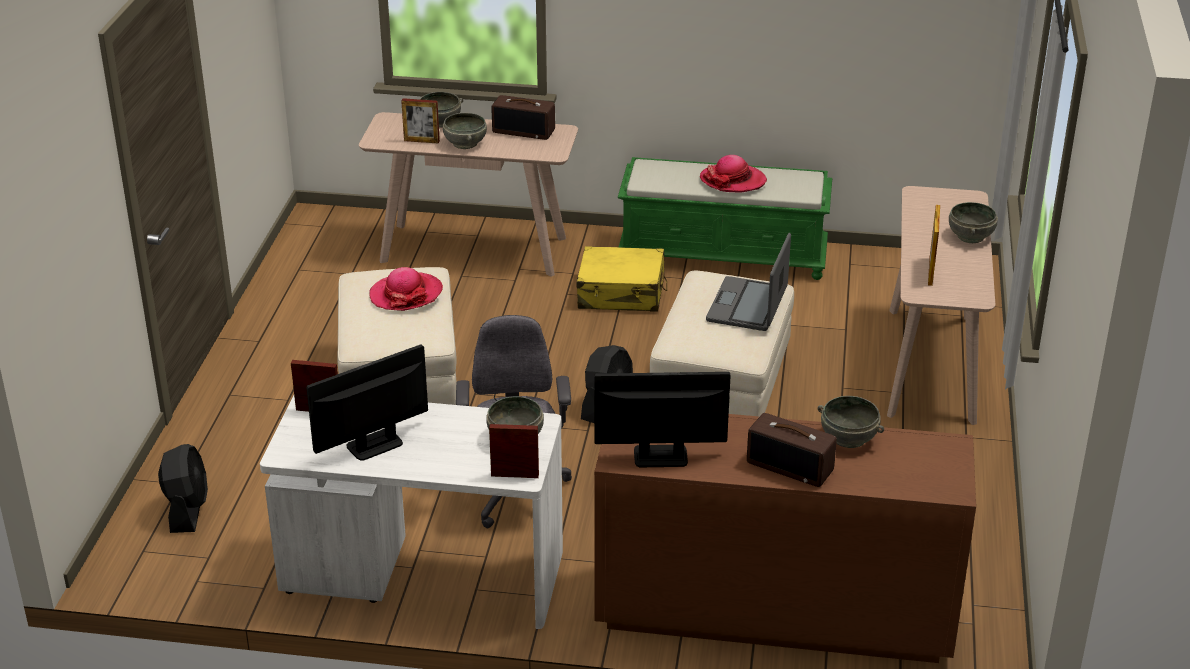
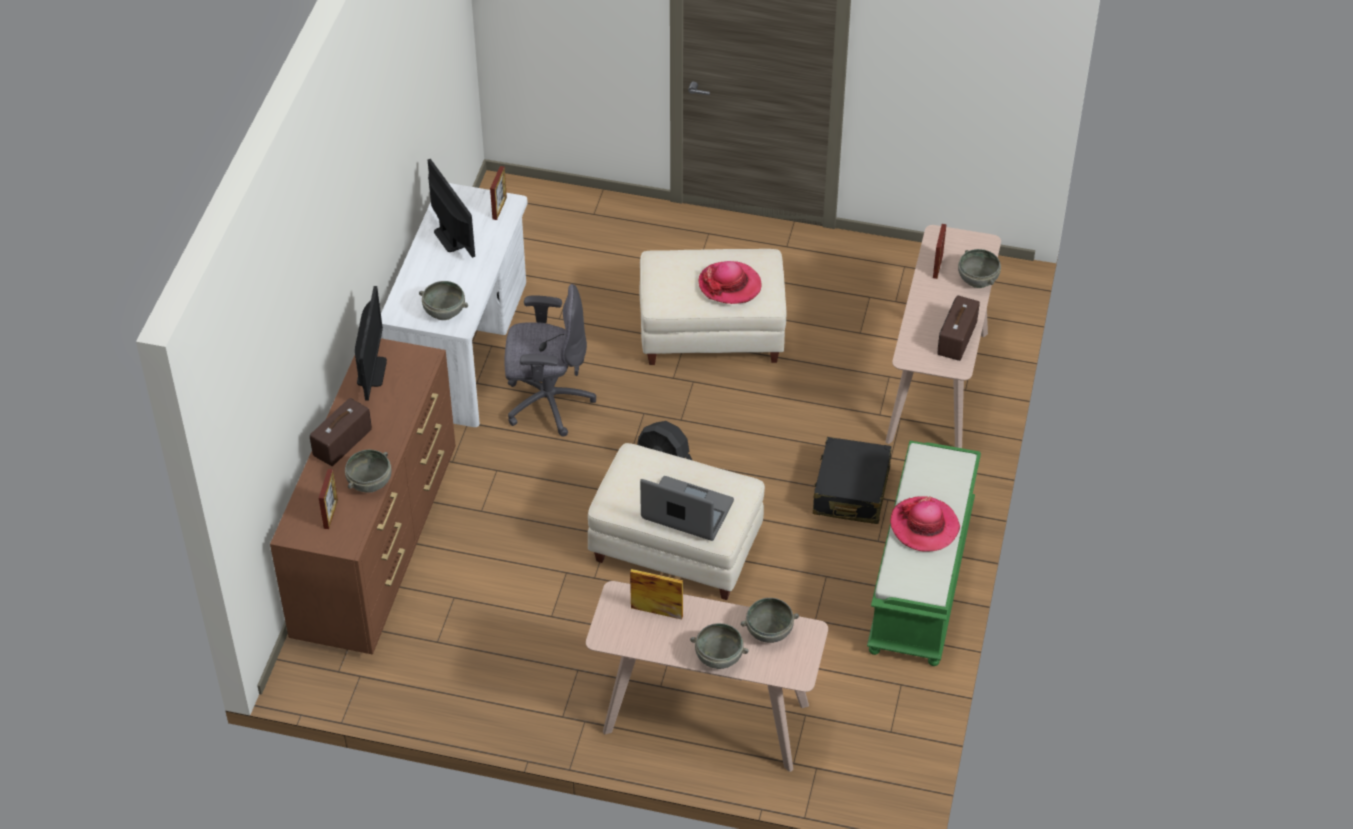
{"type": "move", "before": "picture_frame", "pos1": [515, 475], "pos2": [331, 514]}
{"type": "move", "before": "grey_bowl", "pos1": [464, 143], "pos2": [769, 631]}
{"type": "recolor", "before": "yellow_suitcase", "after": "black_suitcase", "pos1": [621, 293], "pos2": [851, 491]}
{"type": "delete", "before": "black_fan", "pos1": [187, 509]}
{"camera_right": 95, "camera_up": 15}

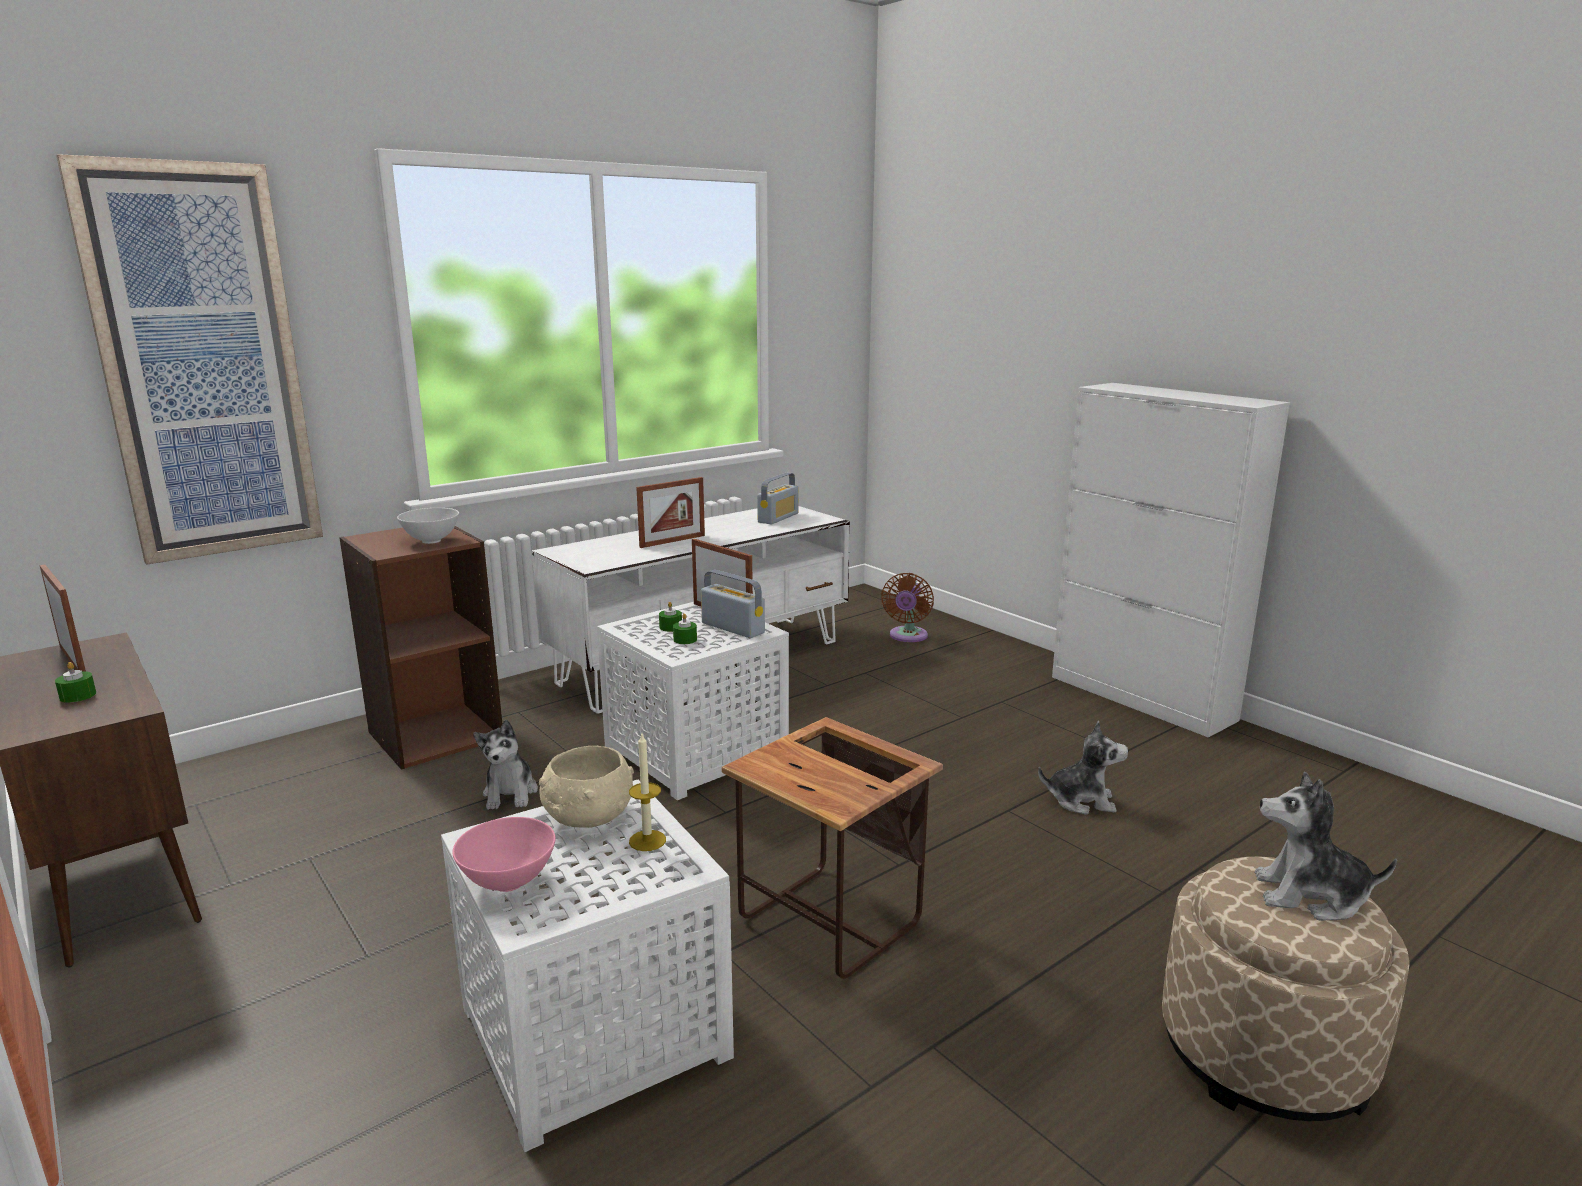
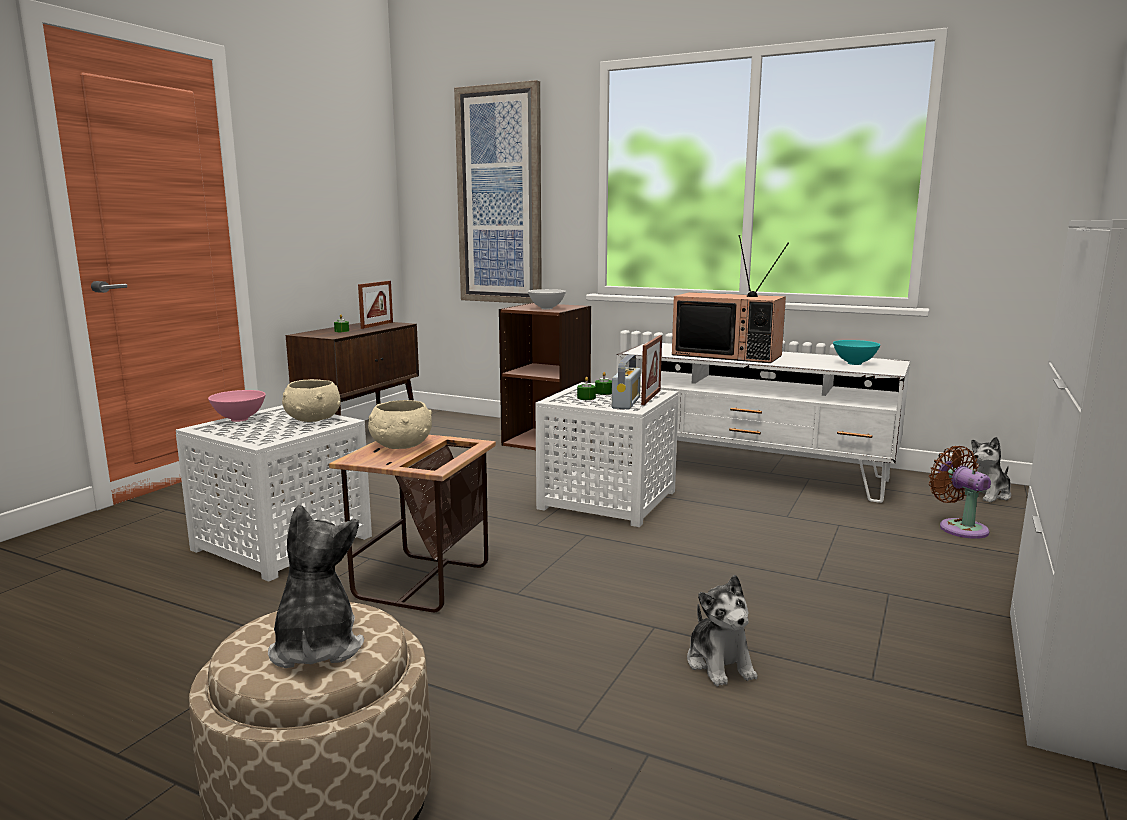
{"type": "insert", "after": "beige_bowl", "pos2": [400, 446]}
{"type": "replace", "before": "picture_frame", "after": "television", "pos1": [672, 541], "pos2": [728, 355]}
{"type": "replace", "before": "radio", "after": "turquoise_bowl", "pos1": [778, 518], "pos2": [855, 363]}
{"type": "rotate", "before": "brown_fan", "pos1": [907, 637], "pos2": [959, 527], "turn": 75}
{"type": "move", "before": "plush_toy", "pos1": [510, 793], "pos2": [988, 495]}
{"type": "delete", "before": "candle", "pos1": [647, 840]}
{"camera_right": 65, "camera_up": -5}

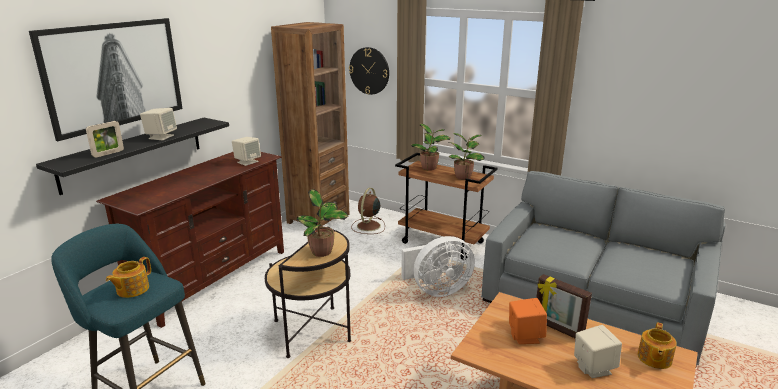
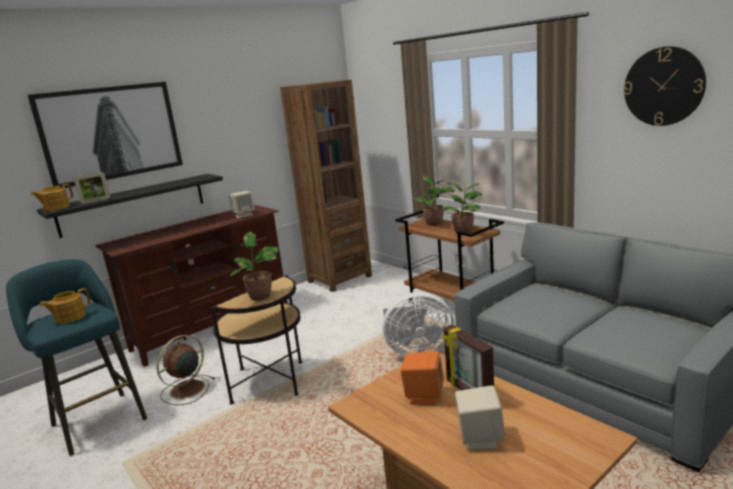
{"type": "move", "before": "teapot", "pos1": [654, 358], "pos2": [56, 208]}
{"type": "move", "before": "brown_fan", "pos1": [368, 226], "pos2": [186, 390]}
{"type": "move", "before": "wall_clock", "pos1": [369, 71], "pos2": [663, 86]}
{"type": "delete", "before": "beige_speaker", "pos1": [161, 137]}
{"camera_right": 20, "camera_up": -5}

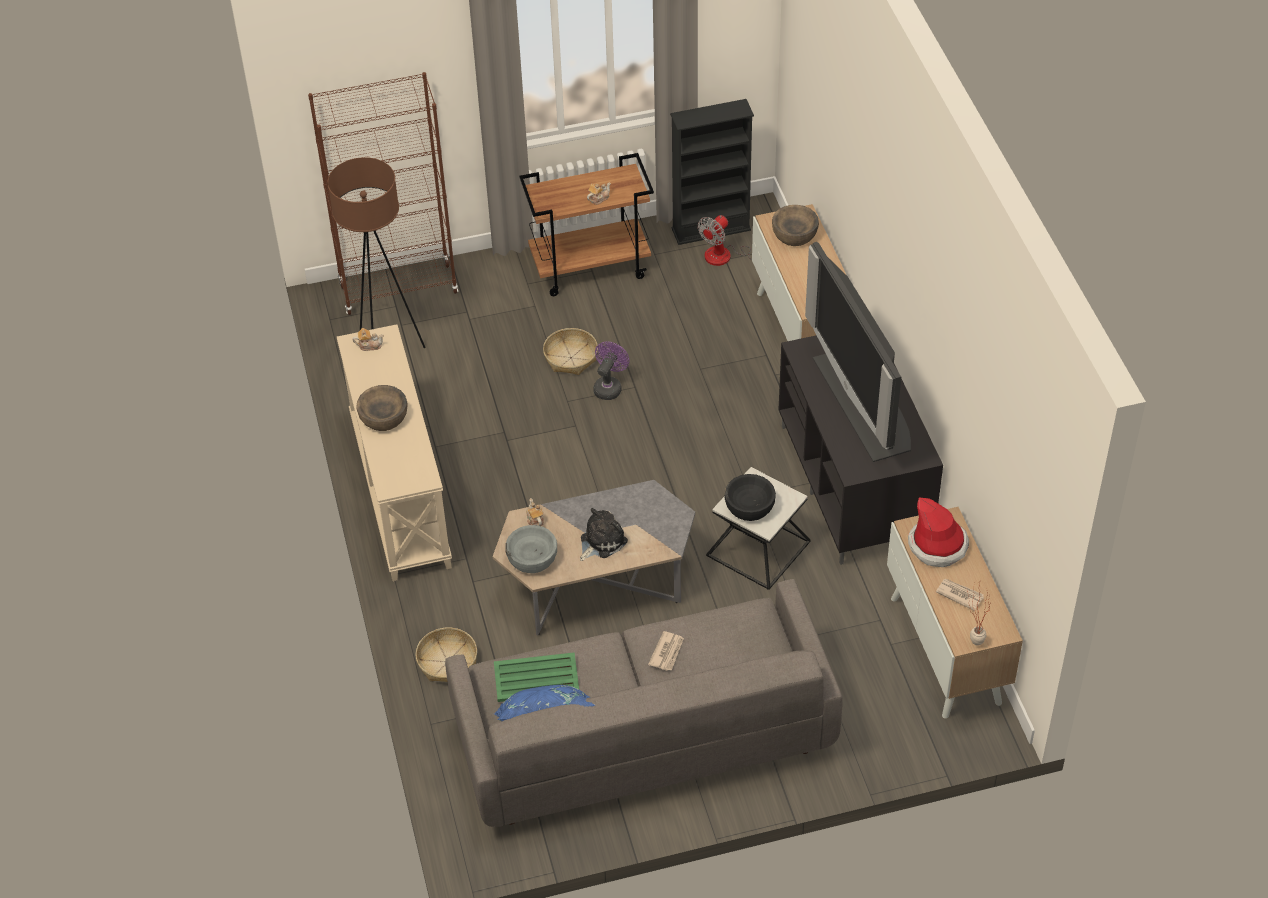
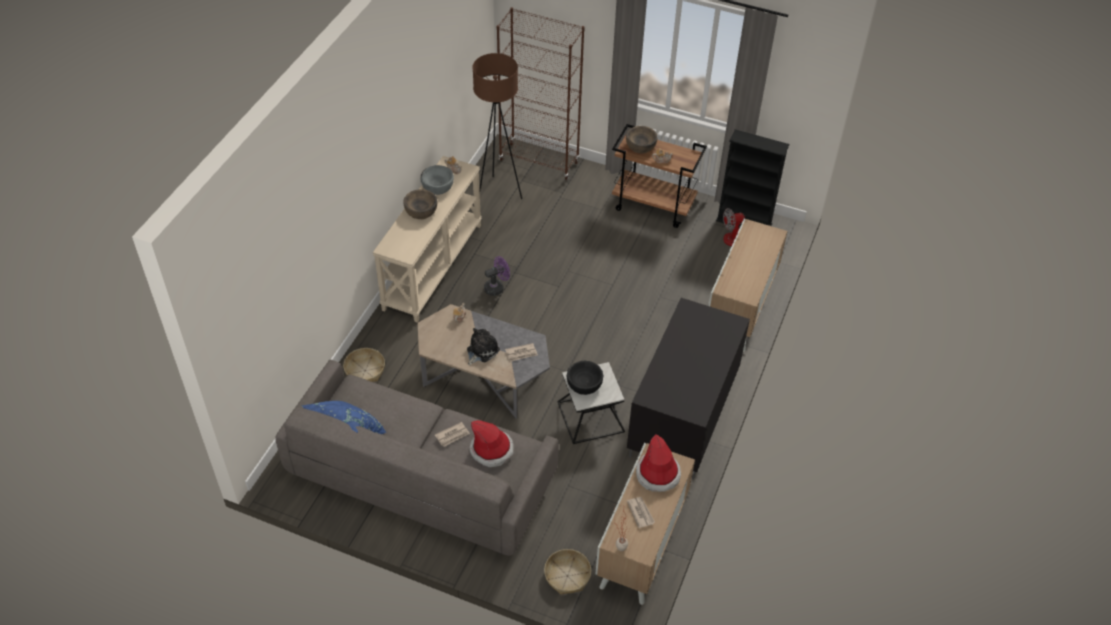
{"type": "move", "before": "grey_bowl", "pos1": [532, 558], "pos2": [437, 186]}
{"type": "rotate", "before": "plush_toy", "pos1": [601, 541], "pos2": [481, 351], "turn": -45}
{"type": "insert", "after": "hat", "pos2": [491, 450]}
{"type": "move", "before": "purple_fan", "pos1": [609, 387], "pos2": [497, 287]}
{"type": "insert", "after": "newspaper", "pos2": [521, 353]}
{"type": "move", "before": "basket", "pos1": [571, 357], "pos2": [567, 576]}
{"type": "move", "before": "brown_bowl", "pos1": [794, 234], "pos2": [640, 146]}
{"type": "delete", "before": "green_tray", "pos1": [535, 678]}
{"type": "delete", "before": "television", "pos1": [864, 403]}
{"camera_right": 35, "camera_up": 0}

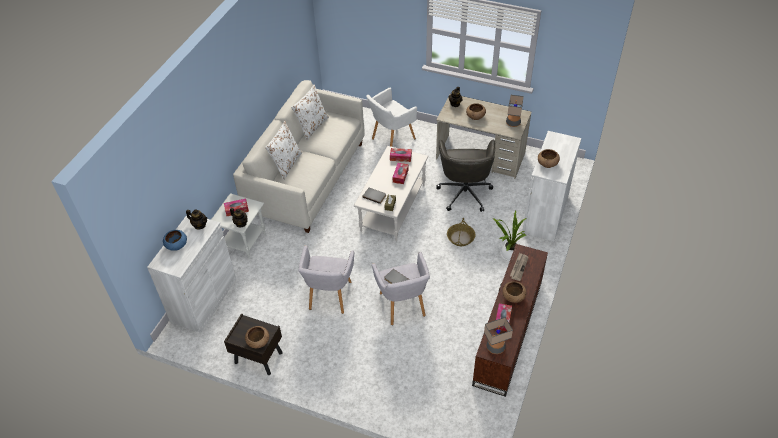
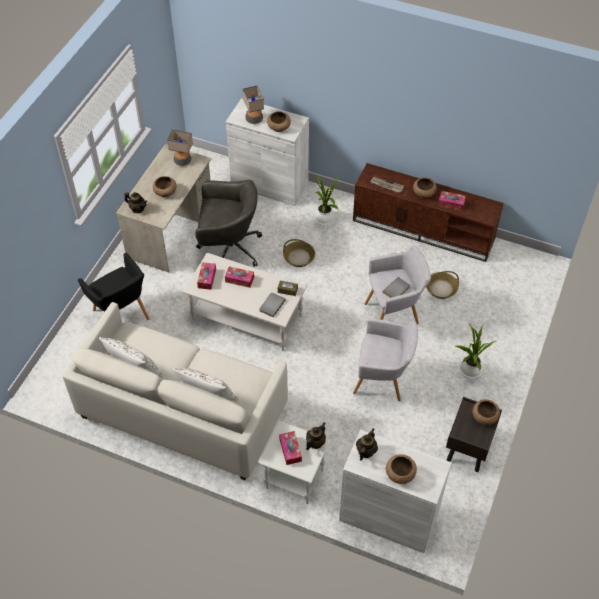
{"type": "recolor", "before": "white_armchair", "after": "black_armchair", "pos1": [391, 139], "pos2": [122, 316]}
{"type": "move", "before": "table_lamp", "pos1": [495, 347], "pos2": [254, 119]}
{"type": "recolor", "before": "blue_bowl", "after": "brown_bowl", "pos1": [176, 245], "pos2": [400, 474]}
{"type": "insert", "after": "basket", "pos2": [441, 288]}
{"type": "insert", "after": "potted_plant", "pos2": [469, 371]}
{"camera_right": -90, "camera_up": 5}

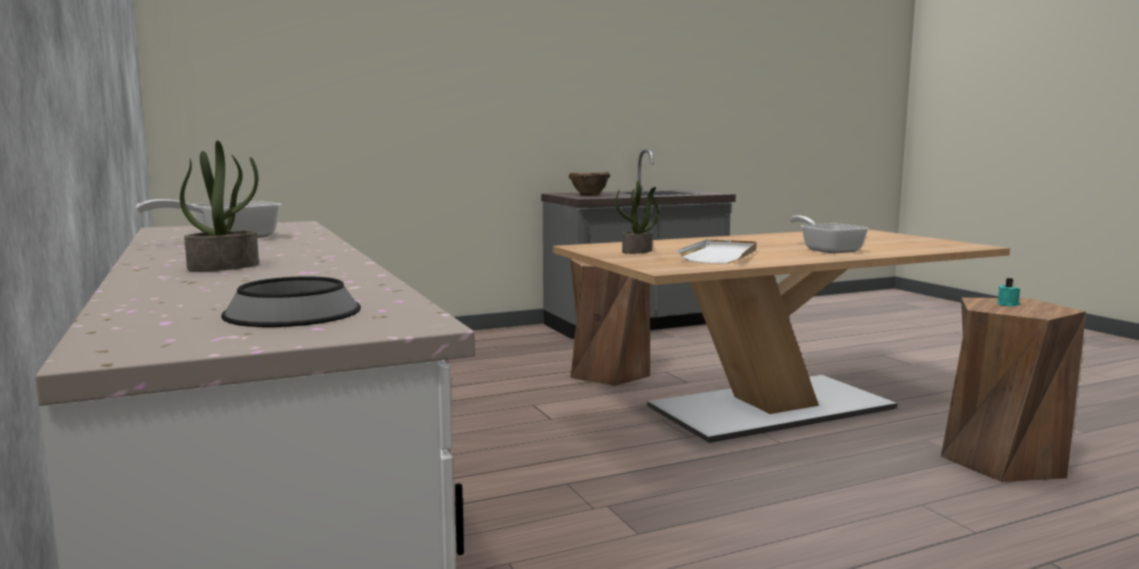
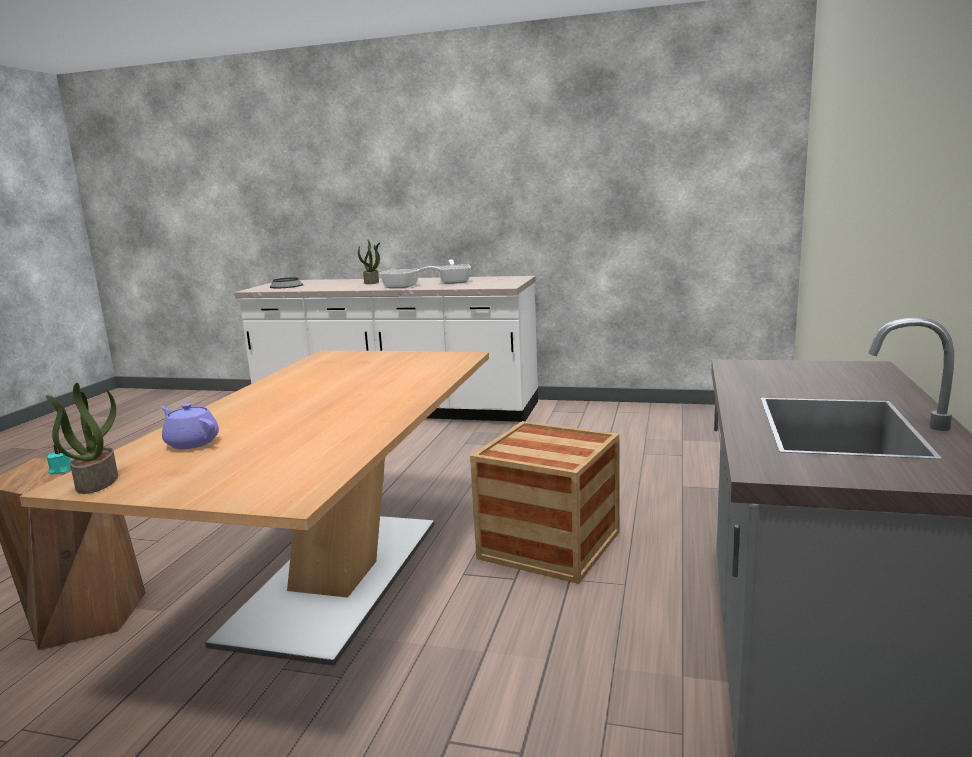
{"type": "move", "before": "potted_plant", "pos1": [637, 251], "pos2": [96, 482]}
{"type": "insert", "after": "purple_teapot", "pos2": [191, 443]}
{"type": "move", "before": "frying_pan", "pos1": [827, 250], "pos2": [405, 287]}
{"type": "replace", "before": "brown_stool", "after": "crate", "pos1": [608, 373], "pos2": [549, 545]}
{"type": "delete", "before": "brown_bowl", "pos1": [588, 195]}
{"type": "delete", "before": "white_tray", "pos1": [720, 255]}
{"camera_right": 130, "camera_up": 5}

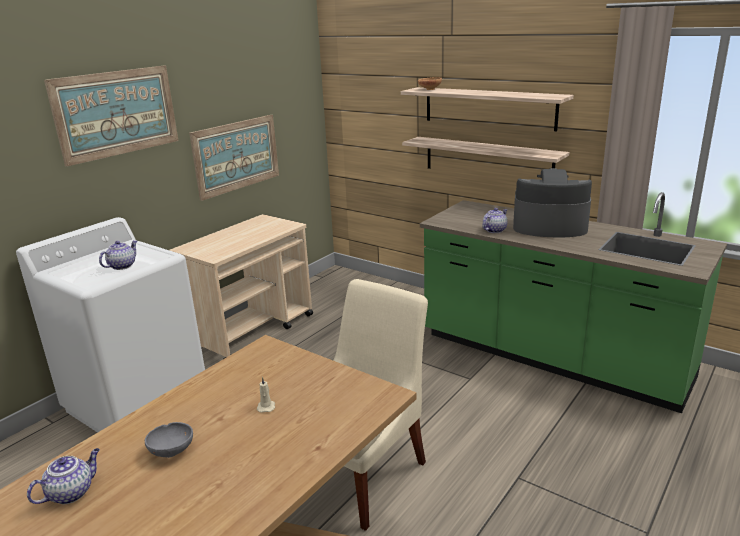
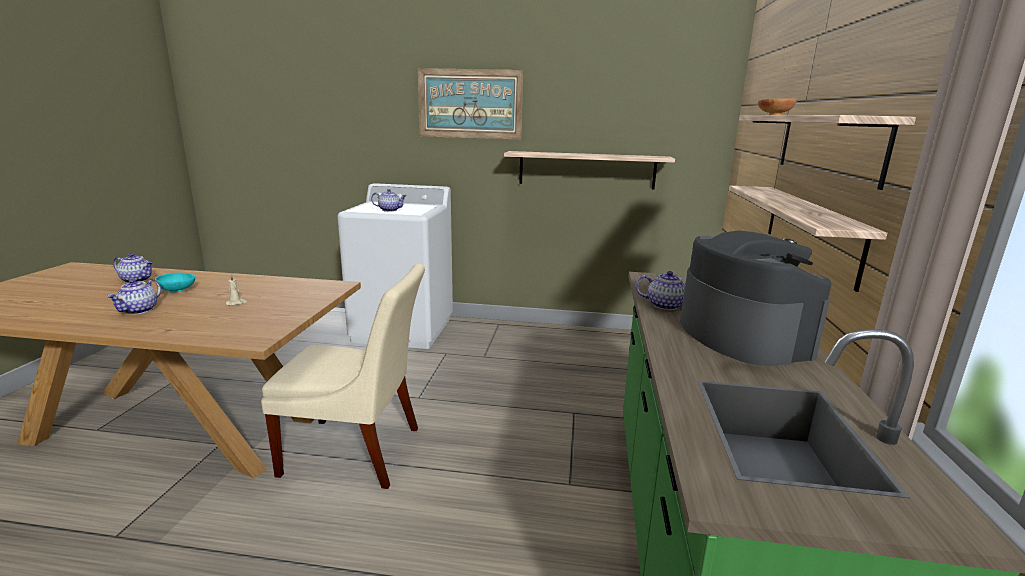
{"type": "insert", "after": "teapot", "pos2": [139, 310]}
{"type": "recolor", "before": "grey_bowl", "after": "turquoise_bowl", "pos1": [173, 450], "pos2": [178, 291]}
{"type": "replace", "before": "picture", "after": "shelf", "pos1": [236, 155], "pos2": [586, 170]}
{"type": "delete", "before": "beige_cart", "pos1": [253, 330]}
{"camera_right": 60, "camera_up": -5}

